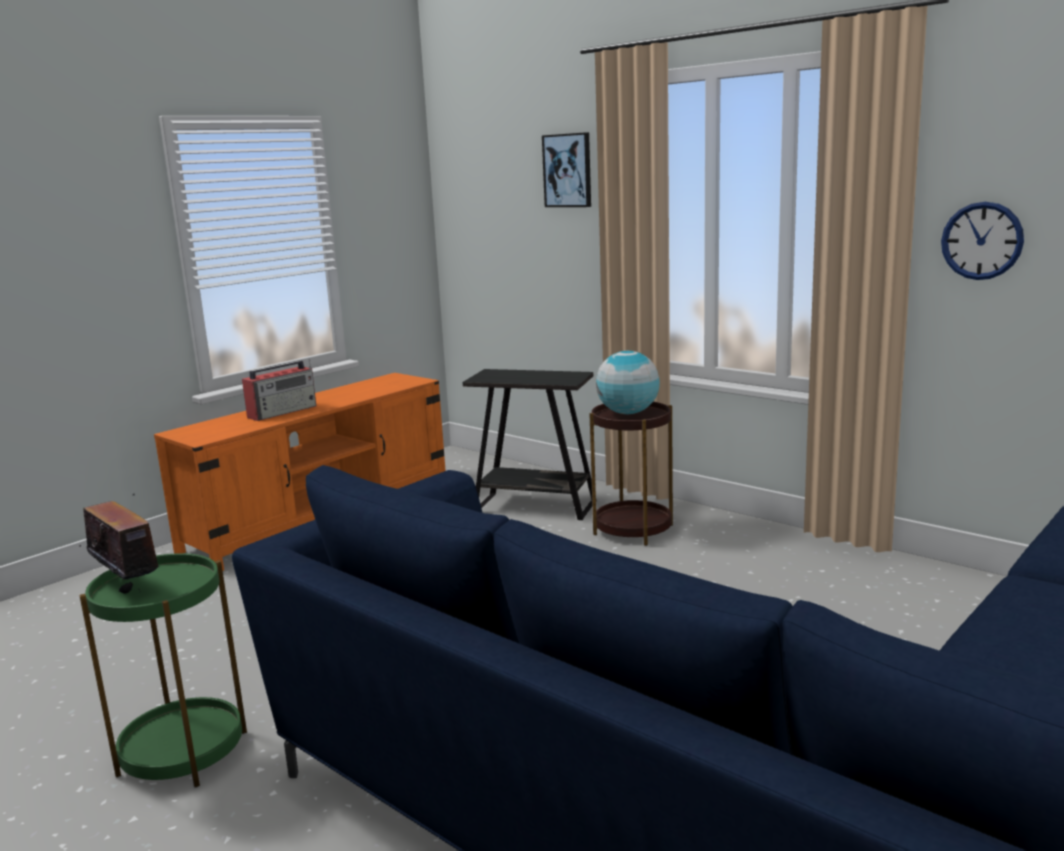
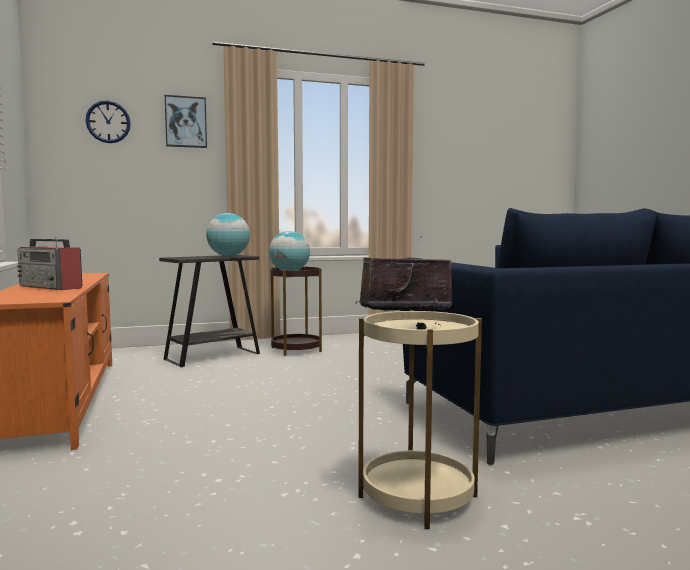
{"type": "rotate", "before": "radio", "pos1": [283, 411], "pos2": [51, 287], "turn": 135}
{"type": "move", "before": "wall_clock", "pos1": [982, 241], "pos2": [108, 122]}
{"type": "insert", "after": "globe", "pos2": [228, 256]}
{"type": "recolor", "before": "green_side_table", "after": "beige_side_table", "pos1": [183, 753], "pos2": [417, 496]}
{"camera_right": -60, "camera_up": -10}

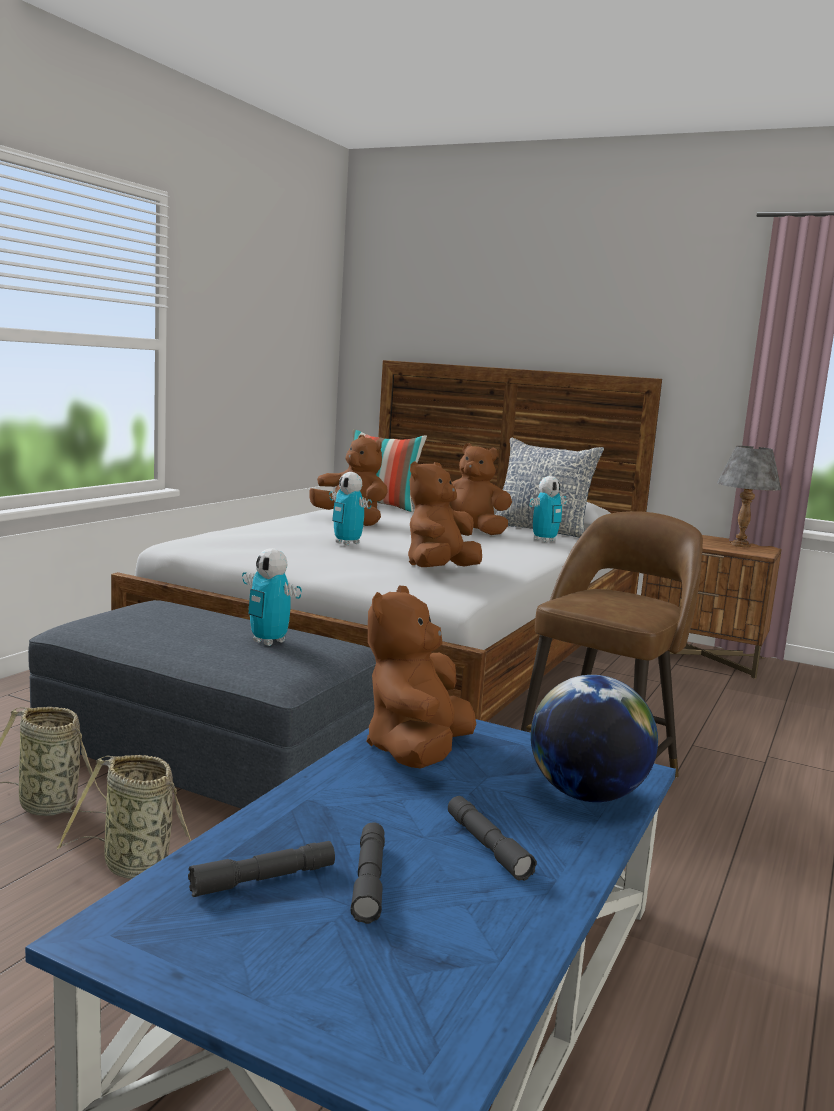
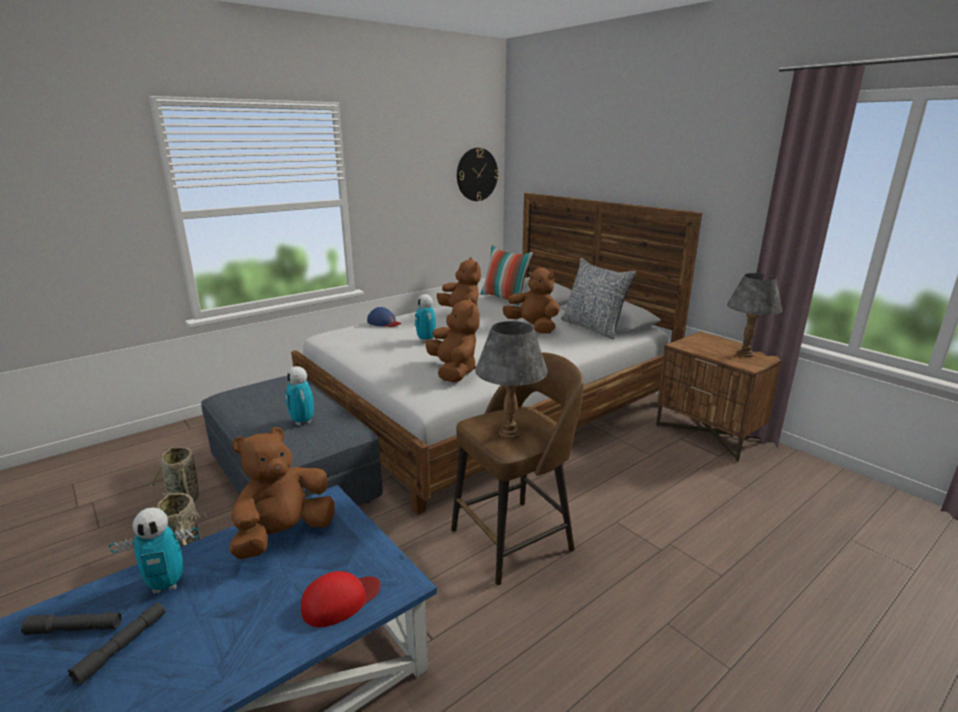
{"type": "move", "before": "toy_robot", "pos1": [544, 540], "pos2": [167, 584]}
{"type": "replace", "before": "globe", "after": "red_cap", "pos1": [587, 795], "pos2": [340, 600]}
{"type": "insert", "after": "blue_cap", "pos2": [384, 322]}
{"type": "rotate", "before": "brown_plush_toy", "pos1": [439, 570], "pos2": [454, 371], "turn": 105}
{"type": "insert", "after": "wall_clock", "pos2": [477, 174]}
{"type": "insert", "after": "grey_table_lamp", "pos2": [510, 433]}
{"type": "delete", "before": "grey_flashlight", "pos1": [487, 846]}
{"camera_right": 25, "camera_up": 10}

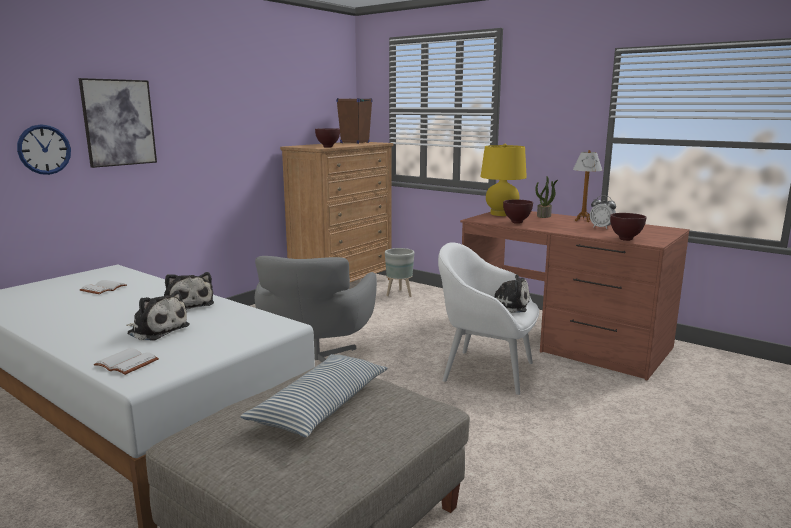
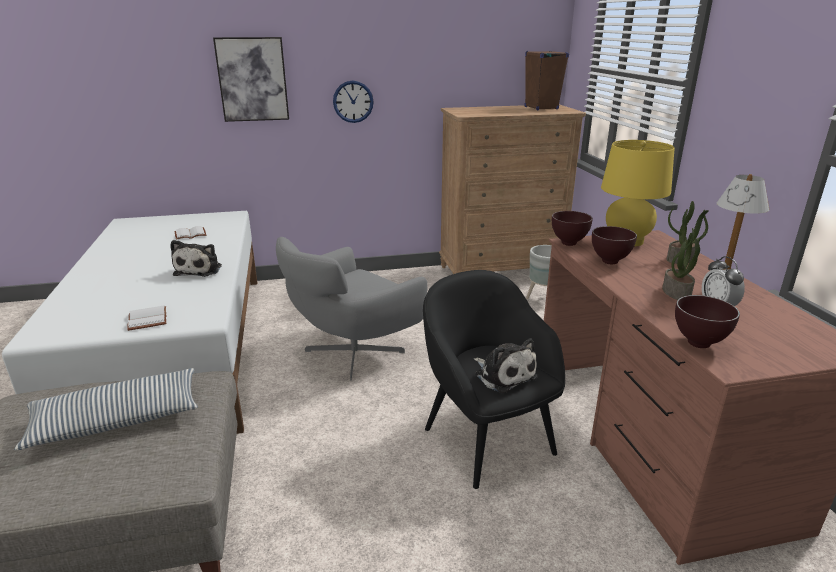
{"type": "move", "before": "white_book", "pos1": [128, 363], "pos2": [149, 319]}
{"type": "move", "before": "wall_clock", "pos1": [44, 149], "pos2": [353, 101]}
{"type": "recolor", "before": "white_armchair", "after": "black_armchair", "pos1": [486, 371], "pos2": [486, 438]}
{"type": "move", "before": "brown_bowl", "pos1": [327, 147], "pos2": [567, 243]}
{"type": "insert", "after": "potted_plant", "pos2": [677, 293]}
{"type": "delete", "before": "plush_toy", "pos1": [156, 330]}
{"camera_right": 40, "camera_up": 10}

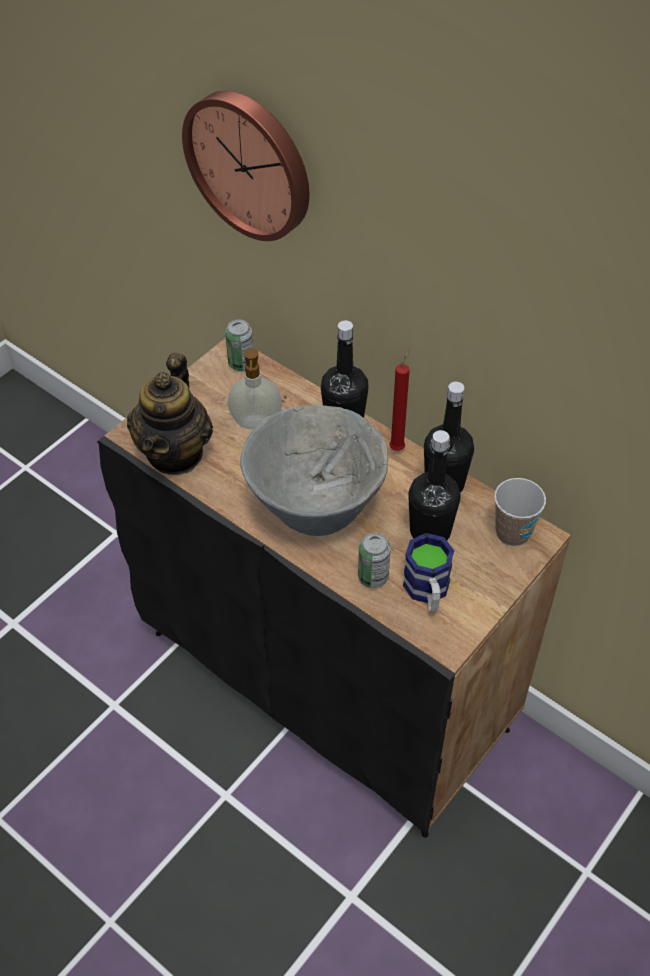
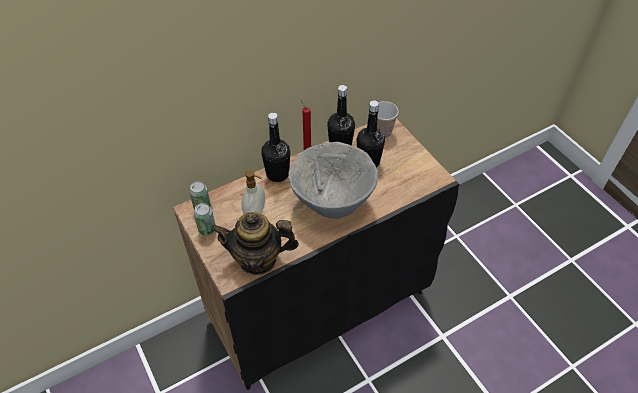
{"type": "move", "before": "can", "pos1": [373, 577], "pos2": [207, 229]}
{"type": "rotate", "before": "teapot", "pos1": [175, 453], "pos2": [258, 259], "turn": 150}
{"type": "delete", "before": "wall_clock", "pos1": [251, 163]}
{"type": "delete", "before": "mug", "pos1": [428, 592]}
{"camera_right": -70, "camera_up": 0}

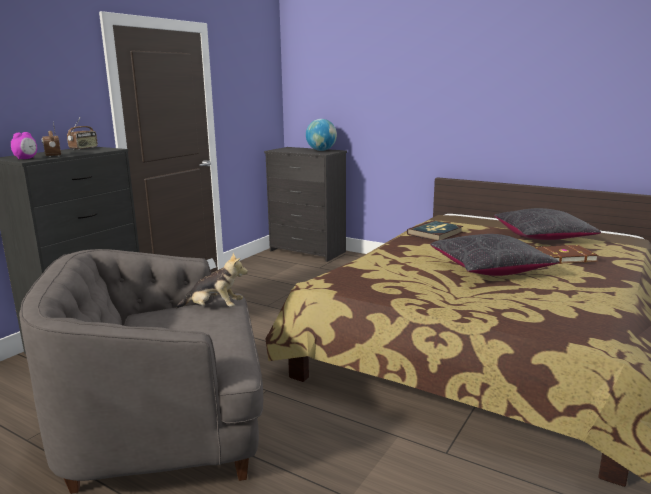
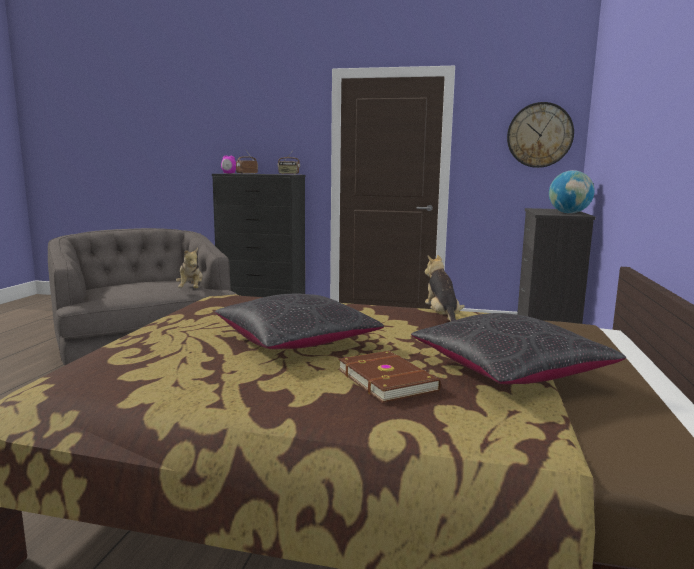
{"type": "replace", "before": "book", "after": "plush_toy", "pos1": [435, 233], "pos2": [442, 317]}
{"type": "insert", "after": "wall_clock", "pos2": [539, 135]}
{"camera_right": 70, "camera_up": -5}

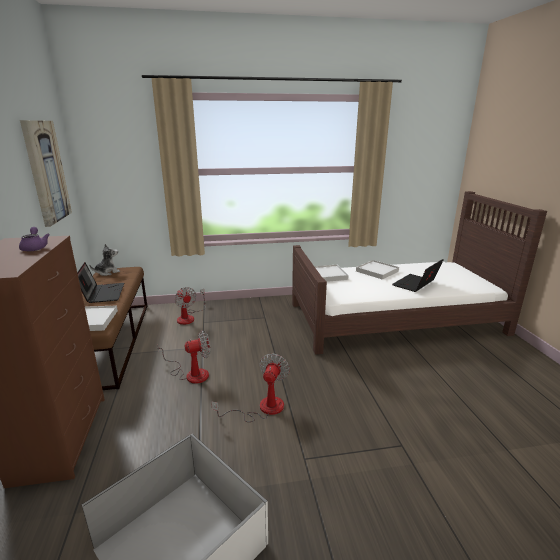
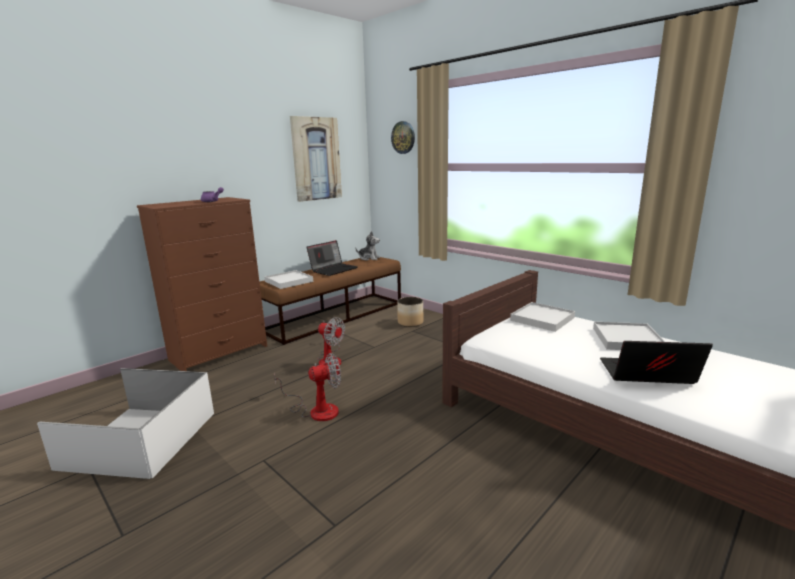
{"type": "insert", "after": "wall_clock", "pos2": [403, 137]}
{"type": "replace", "before": "fan", "after": "planter", "pos1": [189, 317], "pos2": [410, 322]}
{"camera_right": 55, "camera_up": -5}

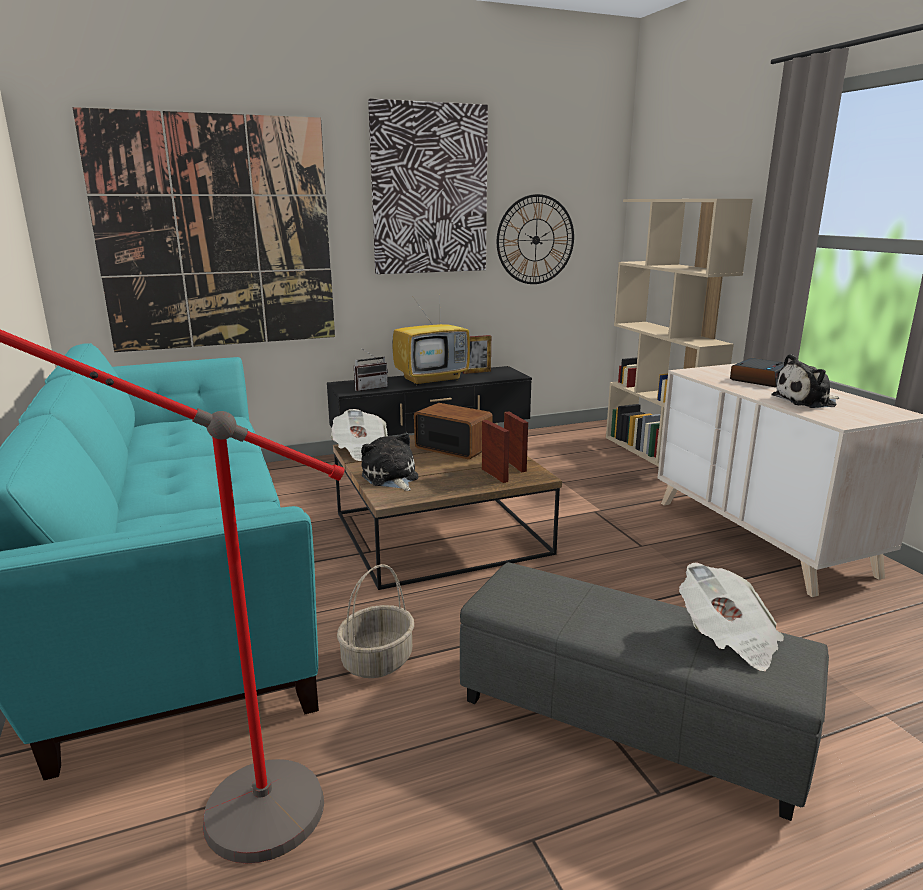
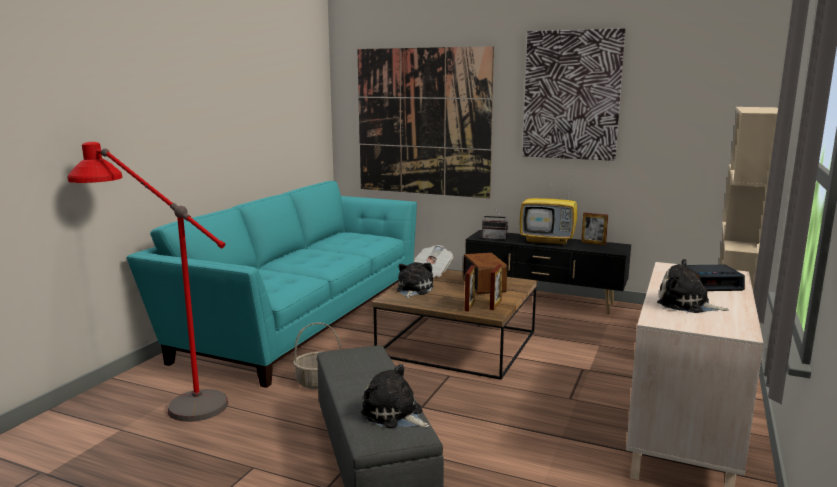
{"type": "replace", "before": "newspaper", "after": "plush_toy", "pos1": [728, 638], "pos2": [394, 415]}
{"type": "delete", "before": "wall_clock", "pos1": [535, 240]}
{"camera_right": 45, "camera_up": -5}

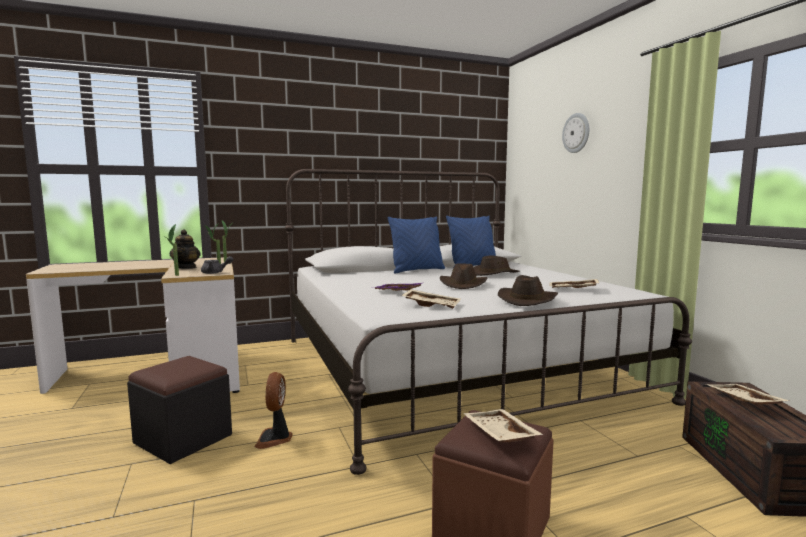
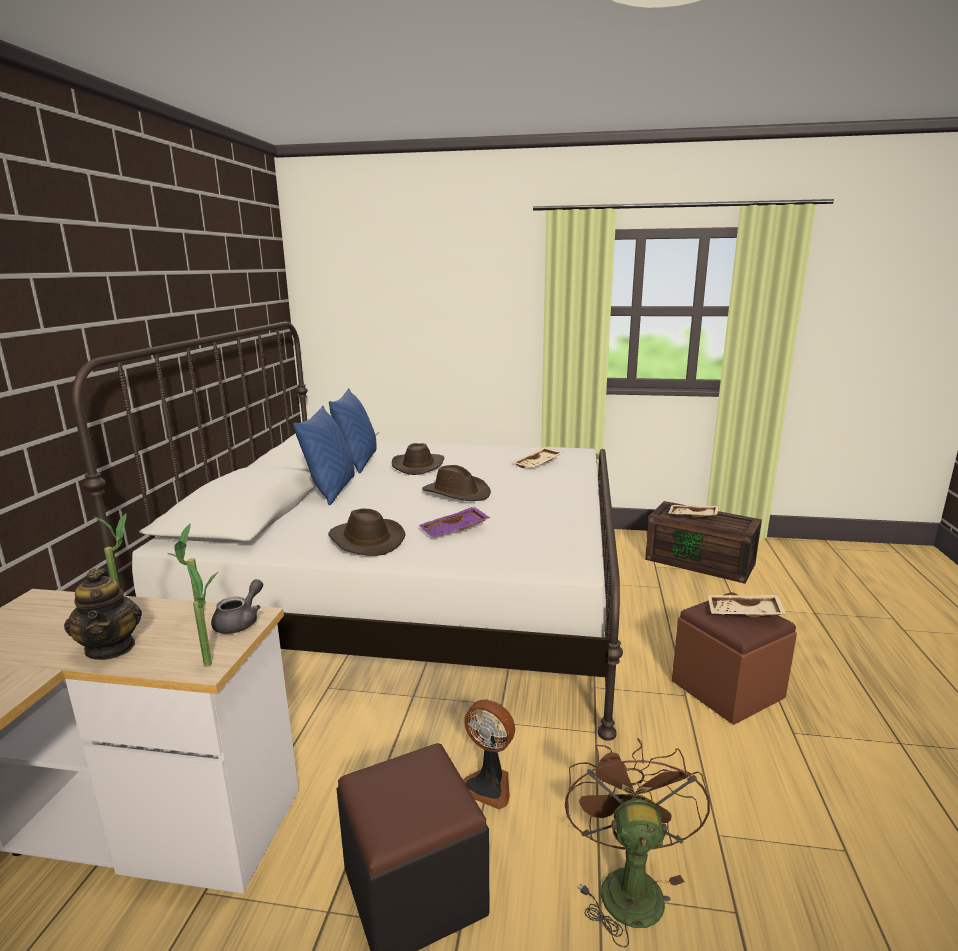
{"type": "rotate", "before": "teapot", "pos1": [186, 267], "pos2": [111, 648], "turn": 45}
{"type": "move", "before": "brown_hat", "pos1": [527, 299], "pos2": [365, 540]}
{"type": "insert", "after": "brown_fan", "pos2": [627, 883]}
{"type": "delete", "before": "beige_tray", "pos1": [431, 305]}
{"type": "delete", "before": "wall_clock", "pos1": [576, 133]}
{"camera_right": -60, "camera_up": 10}

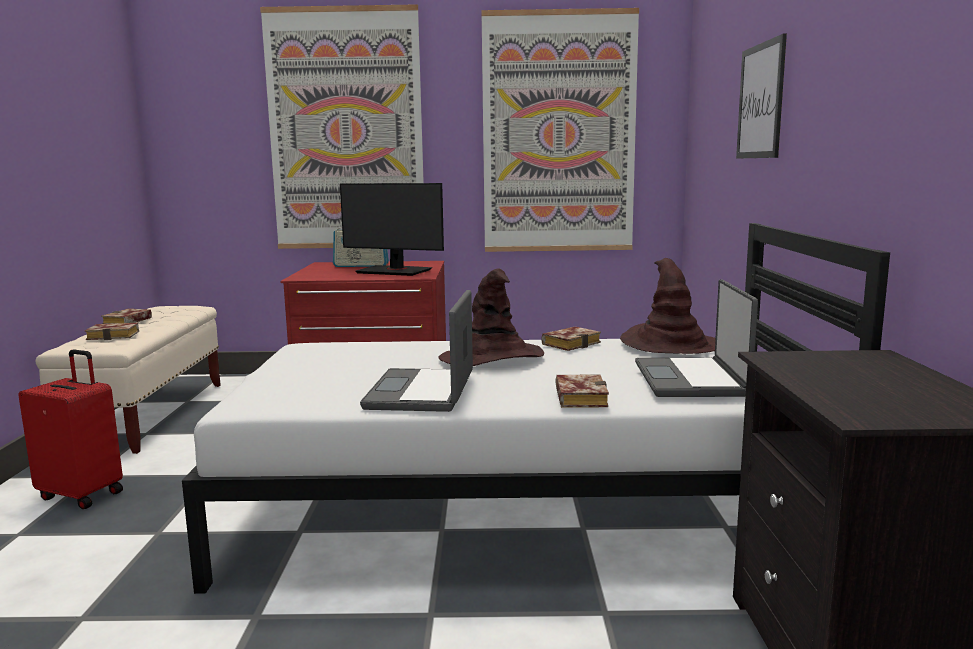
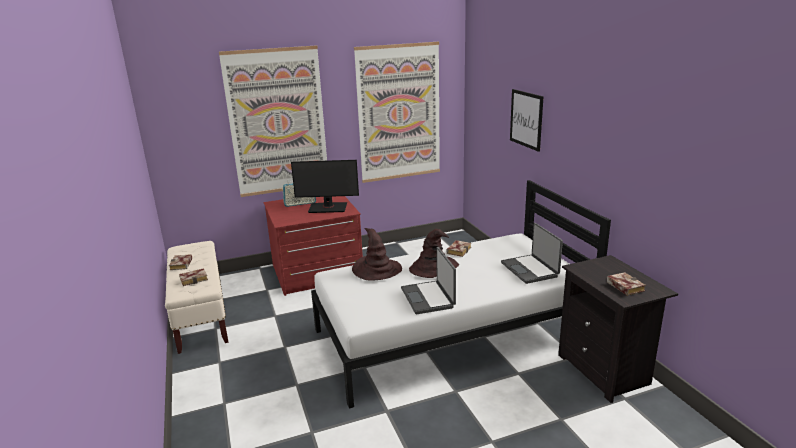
{"type": "move", "before": "brown_hat", "pos1": [669, 344], "pos2": [376, 270]}
{"type": "move", "before": "book", "pos1": [578, 397], "pos2": [623, 286]}
{"type": "delete", "before": "red_suitcase", "pos1": [83, 494]}
{"camera_right": -20, "camera_up": 10}

